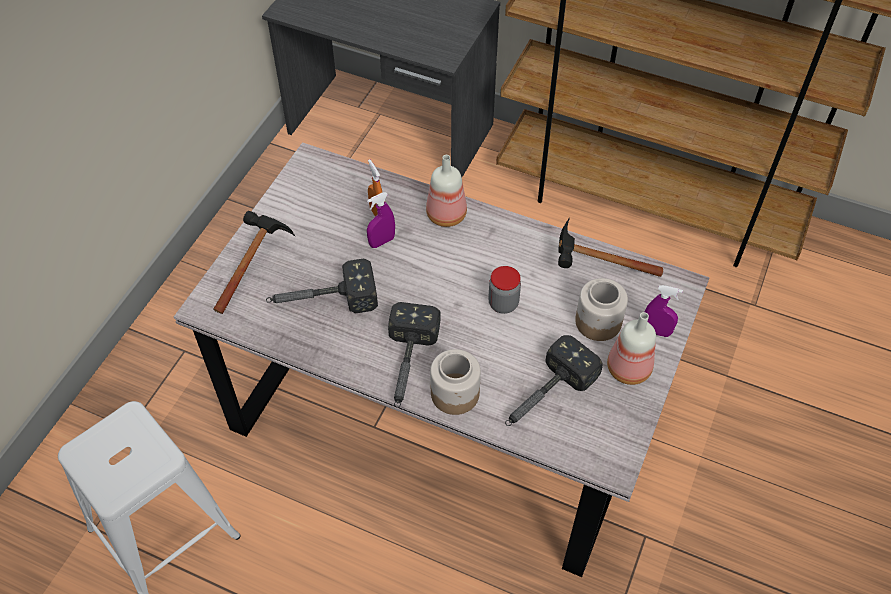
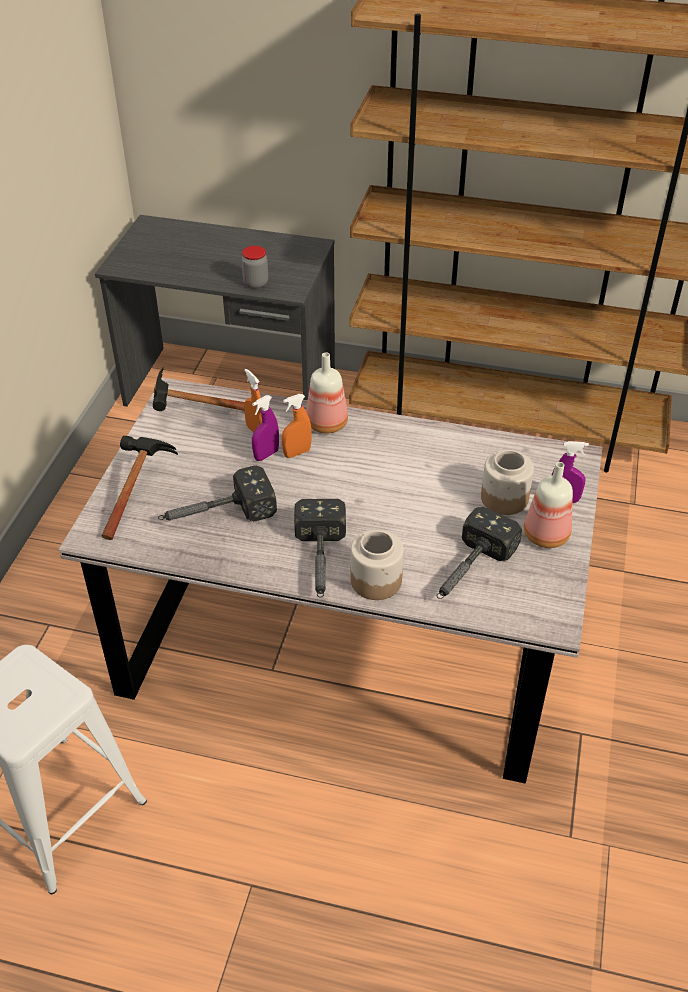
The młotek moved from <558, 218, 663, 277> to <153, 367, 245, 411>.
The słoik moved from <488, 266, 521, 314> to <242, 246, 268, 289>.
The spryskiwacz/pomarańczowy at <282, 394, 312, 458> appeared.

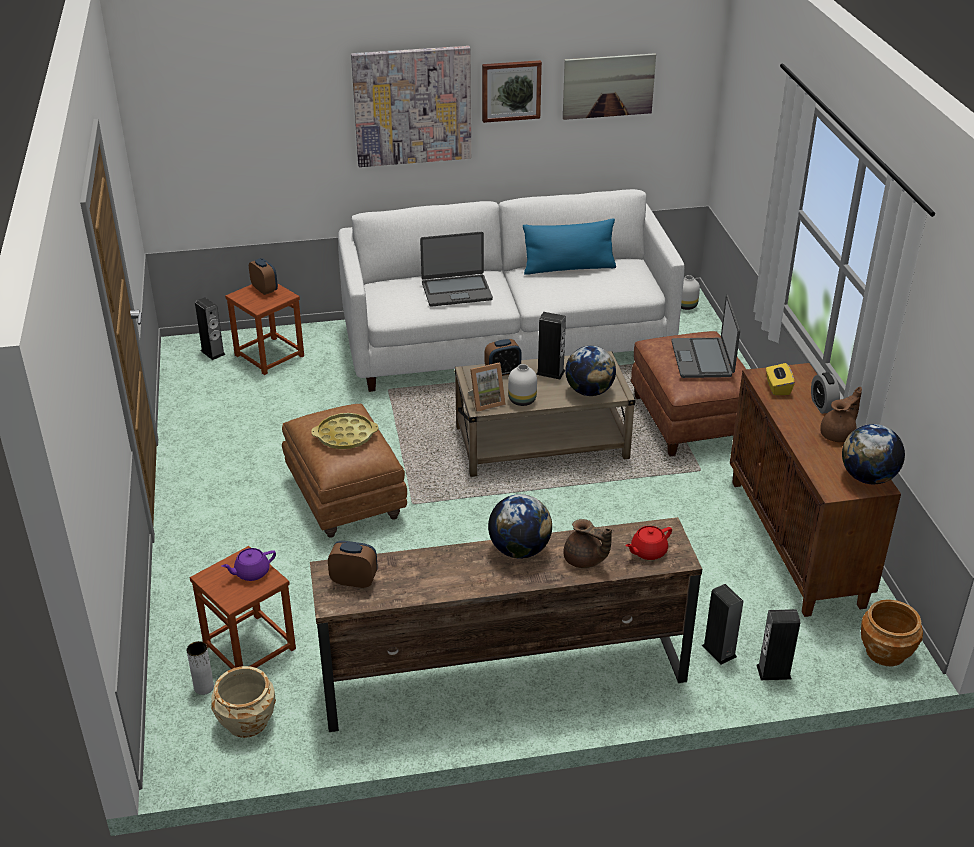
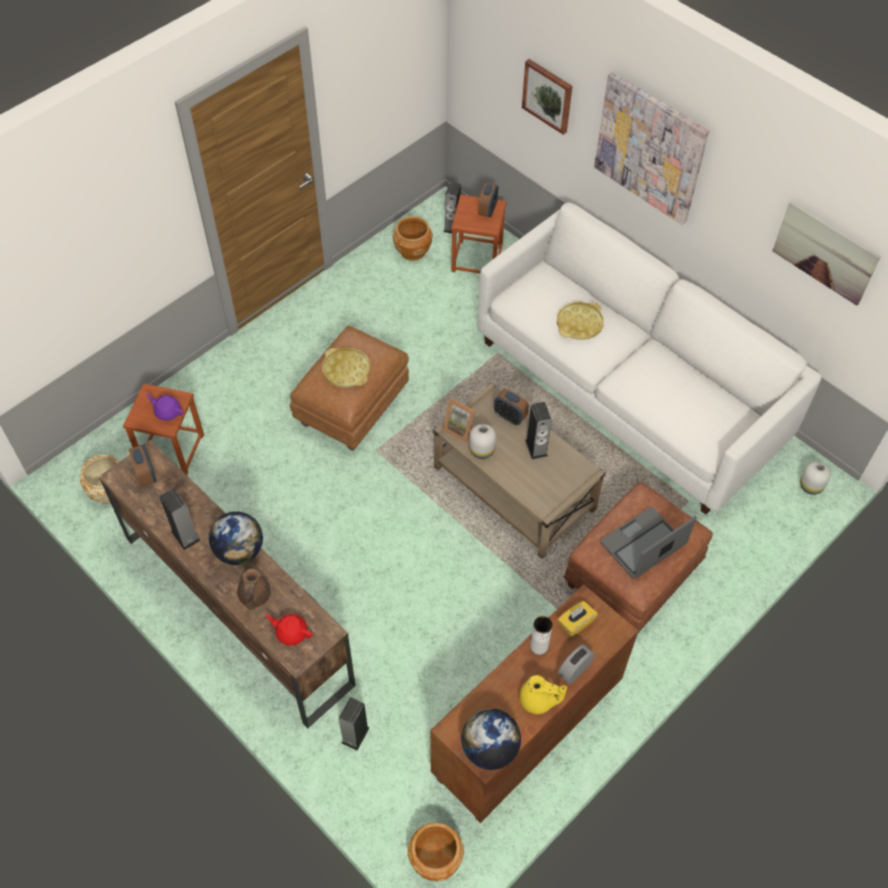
The głośnik moved from <757, 609, 800, 680> to <160, 488, 200, 550>.
The donica/brązowy at <393, 216, 433, 261> appeared.
The imbryk/brązowy at <820, 386, 862, 442> became the imbryk/żółty at <519, 675, 567, 714>.
The obraz moved from <482, 60, 542, 123> to <522, 59, 573, 135>.
The wazon/biały moved from <187, 641, 214, 695> to <530, 616, 553, 655>.
The laptop at <420, 232, 493, 307> was replaced by the taca/żółty at <557, 302, 604, 340>.
The poduszka/niebieski at <523, 218, 616, 275> disappeared.
The globus at <565, 346, 616, 396> disappeared.

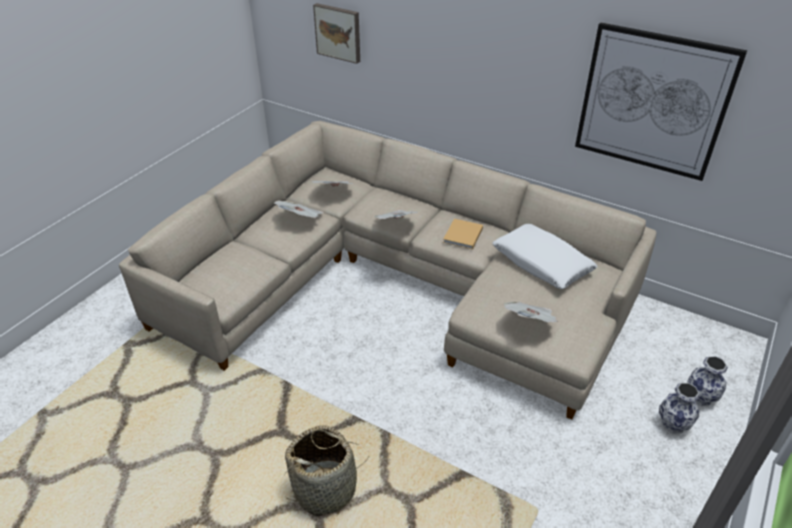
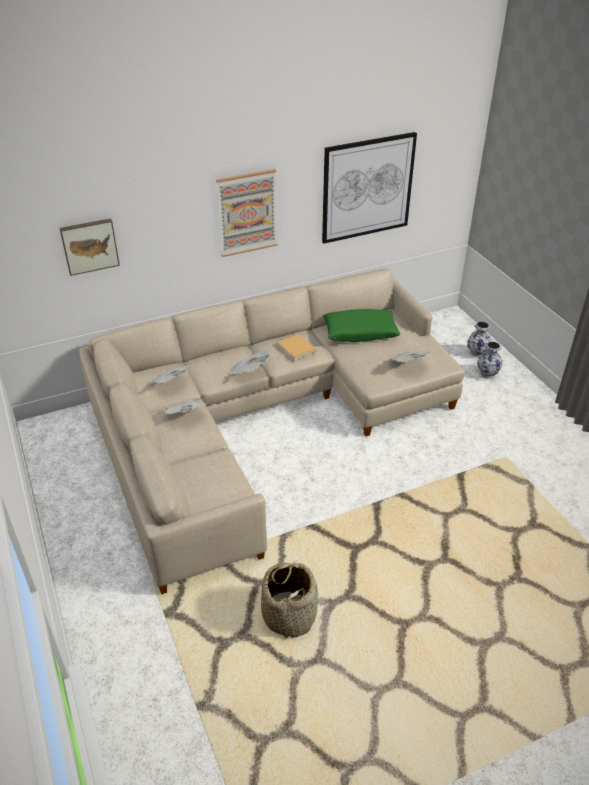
The obraz at <216, 169, 277, 257> appeared.
The koszyk moved from <285, 425, 369, 516> to <261, 561, 318, 640>.
The poduszka/biały at <493, 224, 598, 289> became the poduszka/zielony at <323, 309, 400, 342>.

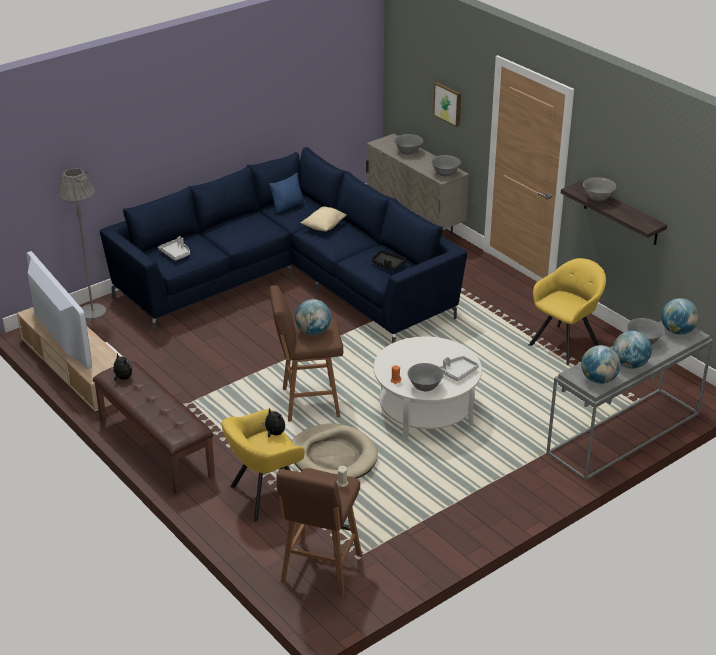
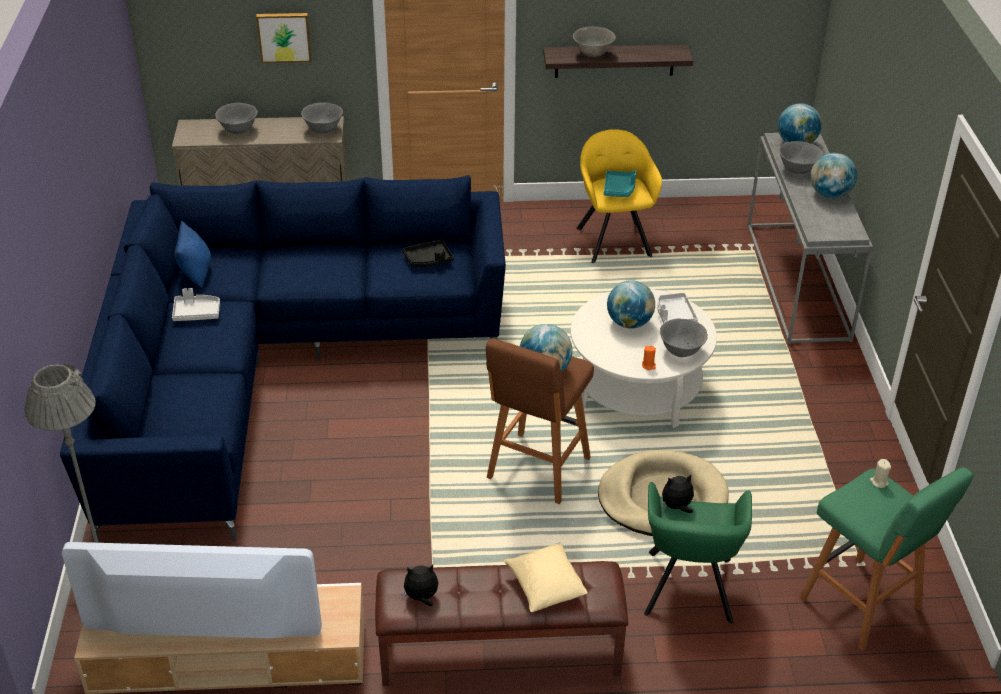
The taca/szary moved from <158, 236, 190, 261> to <172, 288, 220, 321>.
The poduszka/beżowy moved from <300, 207, 347, 231> to <504, 543, 588, 612>.
The taca/turkusowy at <604, 170, 636, 197> appeared.
The globus moved from <581, 345, 620, 384> to <607, 280, 655, 329>.
The fotel/żółty at <221, 409, 305, 522> became the fotel/zielony at <644, 482, 752, 624>.
The stołek/brązowy at <276, 468, 362, 596> became the stołek/zielony at <800, 467, 974, 651>.

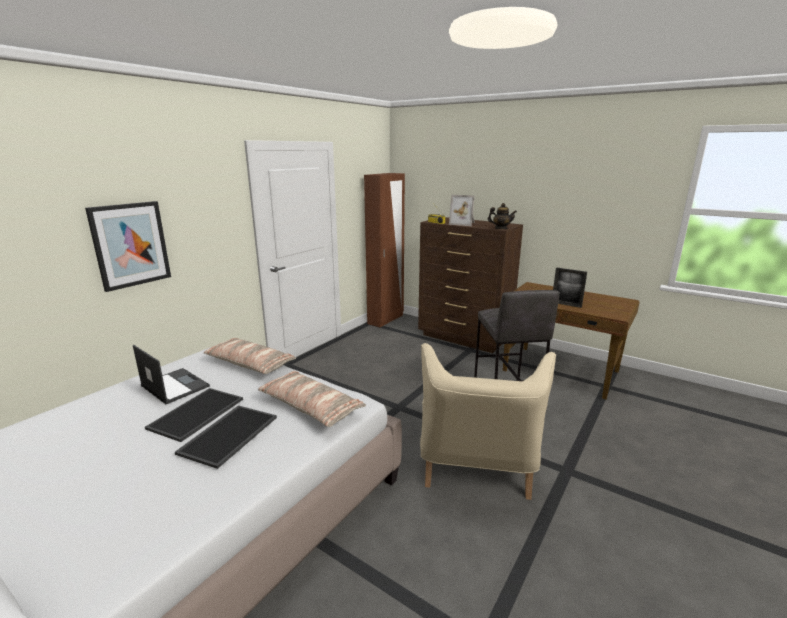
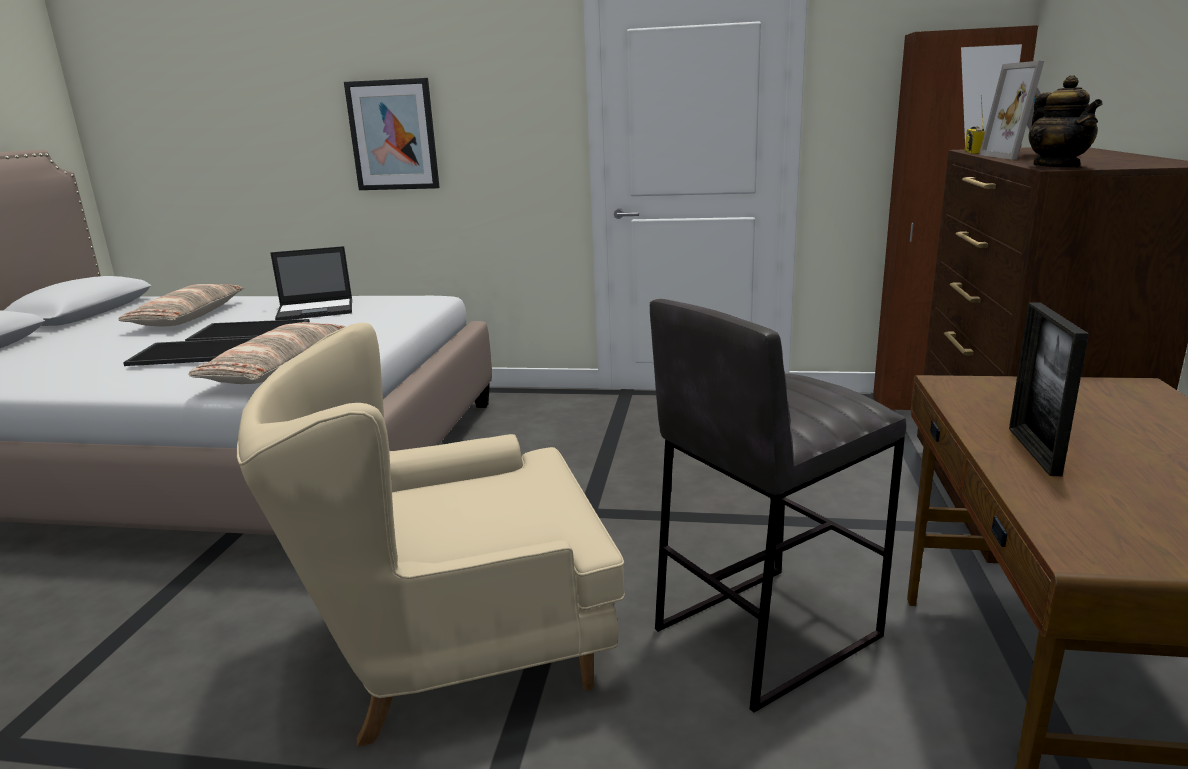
The poduszka moved from <204, 338, 296, 374> to <118, 284, 244, 327>.
The laptop at <133, 345, 210, 404> turned 60 degrees clockwise.

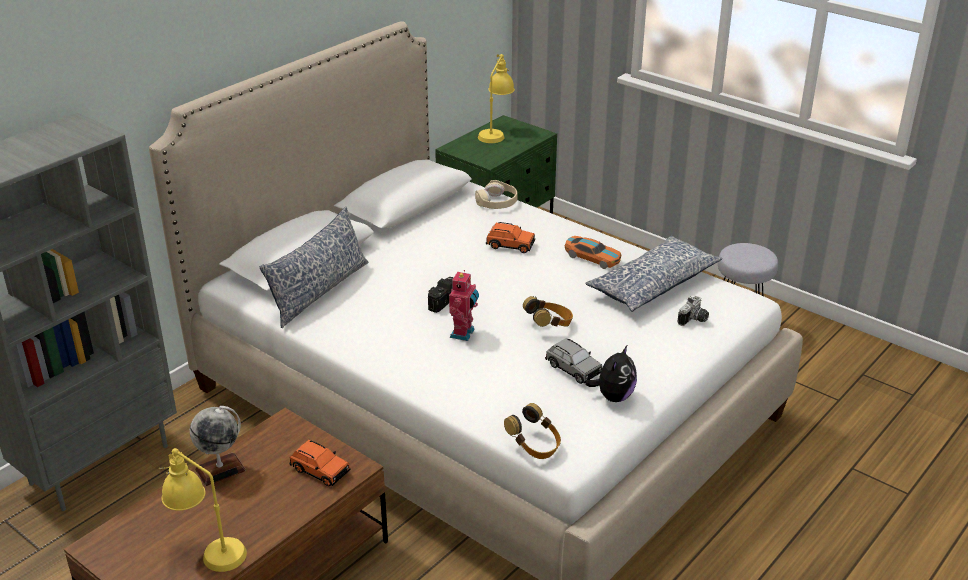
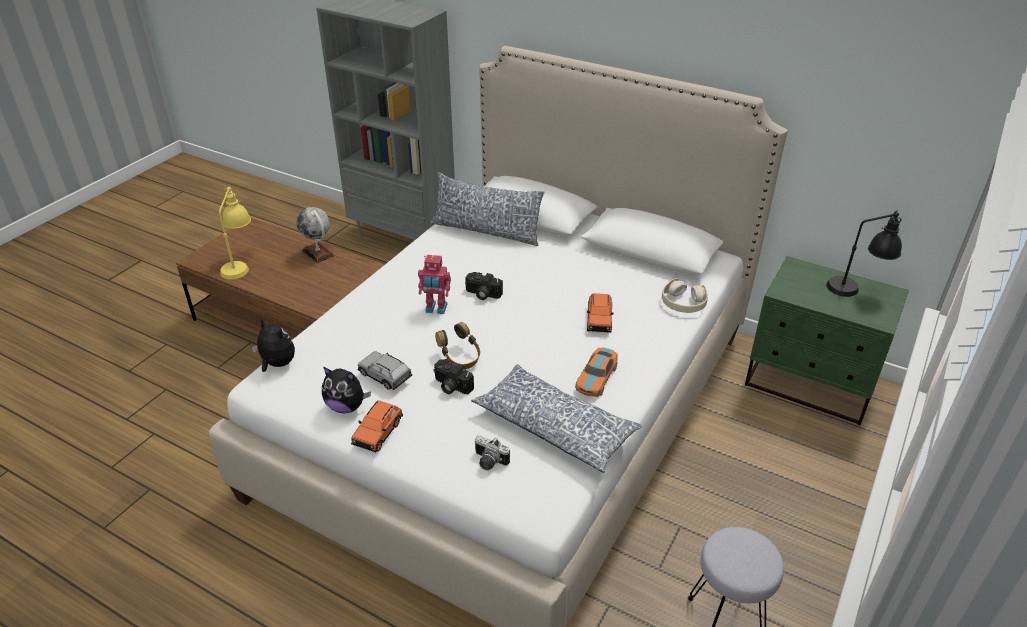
The słuchawki at <504, 403, 561, 459> was replaced by the pluszak at <252, 318, 295, 372>.
The samochodzik/pomarańczowy moved from <289, 440, 351, 486> to <351, 400, 403, 452>.
The samochodzik/szary at <545, 338, 602, 384> turned 90 degrees clockwise.
The aparat fotograficzny at <433, 359, 474, 394> appeared.
The lampa stołowa/żółty at <478, 54, 515, 143> became the lampa stołowa/czarny at <826, 211, 902, 297>.

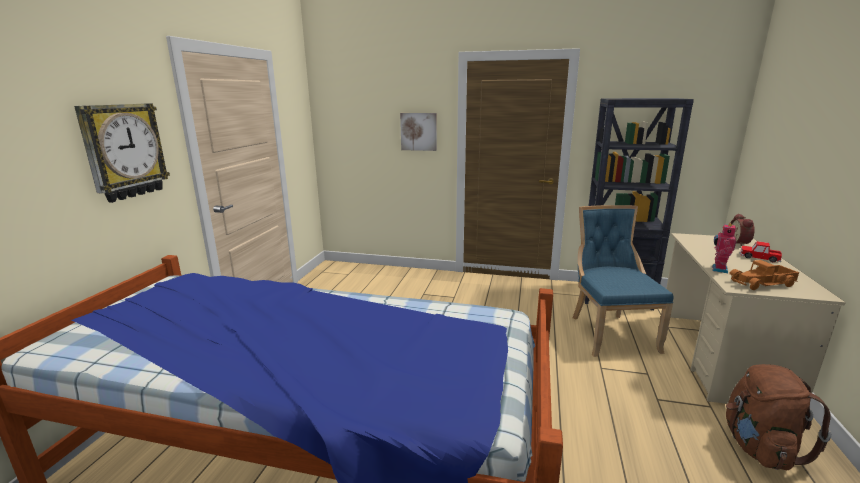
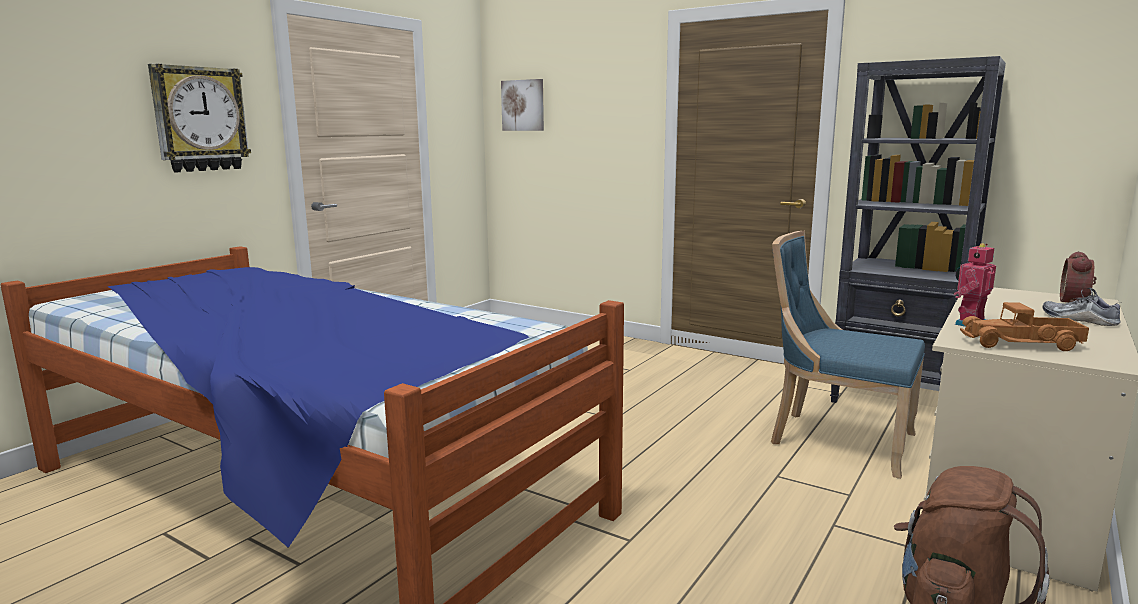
The obraz moved from <400, 113, 437, 151> to <501, 79, 544, 131>.
The krzesło/niebieski at <573, 205, 673, 357> turned 75 degrees counterclockwise.
The samochodzik at <740, 241, 782, 262> was replaced by the but at <1043, 288, 1121, 326>.

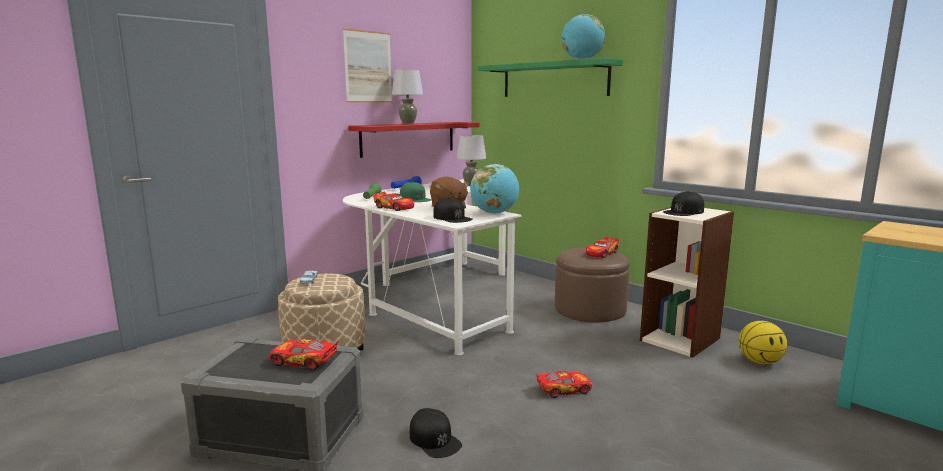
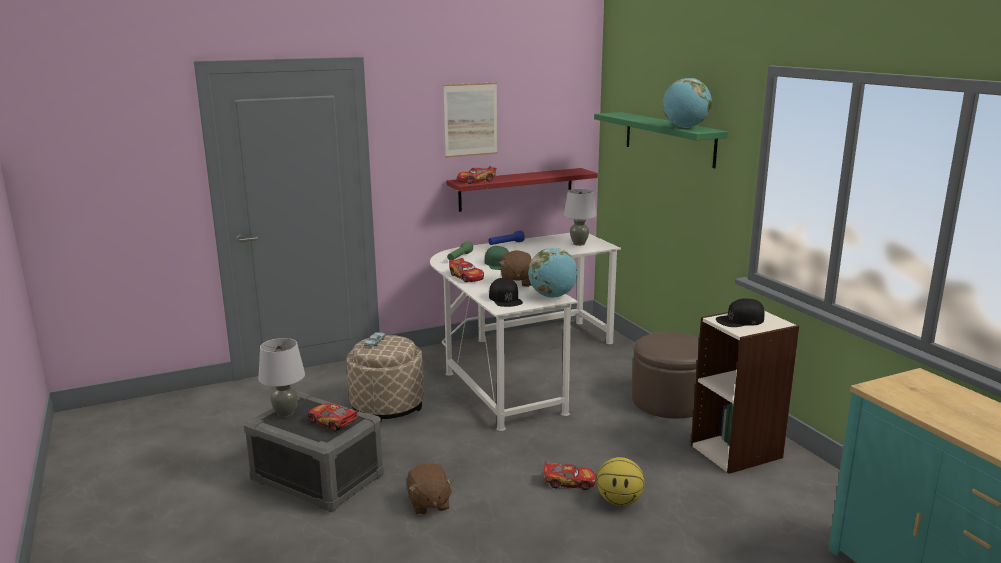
The lampa stołowa/szary moved from <392, 70, 423, 124> to <258, 338, 305, 417>.
The czapka z daszkiem/czarny at <410, 408, 462, 458> was replaced by the pluszak/brązowy at <406, 463, 453, 515>.
The samochodzik moved from <586, 237, 619, 258> to <457, 166, 497, 184>.
The piłka do koszykówki moved from <739, 321, 787, 364> to <597, 457, 645, 506>.

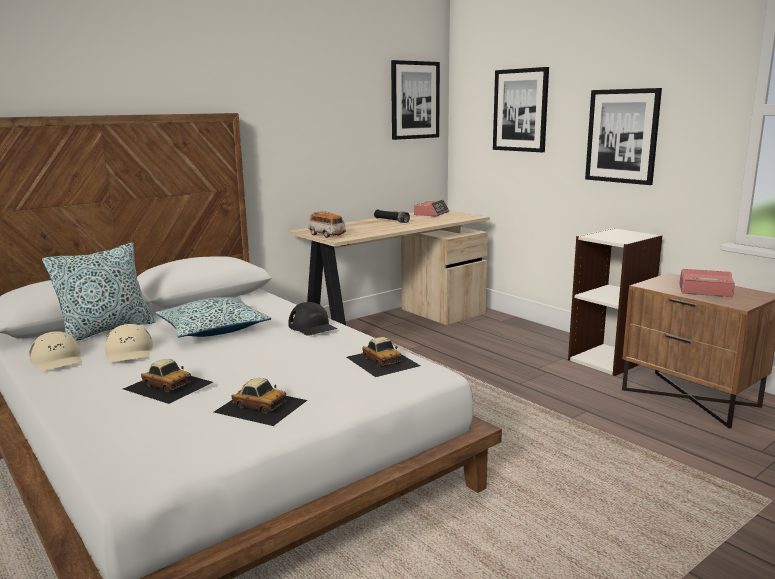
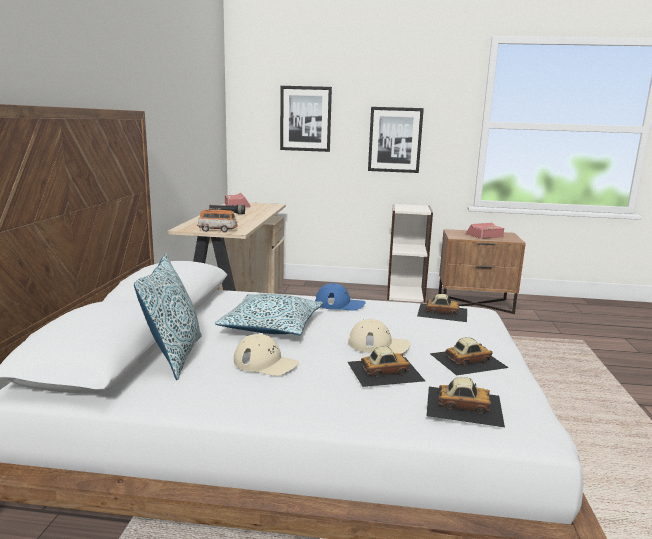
The czapka z daszkiem/czarny at <288, 302, 337, 336> became the czapka z daszkiem/niebieski at <315, 283, 366, 311>.
The czapka z daszkiem/beżowy moved from <29, 331, 82, 371> to <348, 319, 411, 354>.
The samochodzik at <426, 377, 505, 427> appeared.
The obraz at <391, 60, 440, 140> disappeared.

